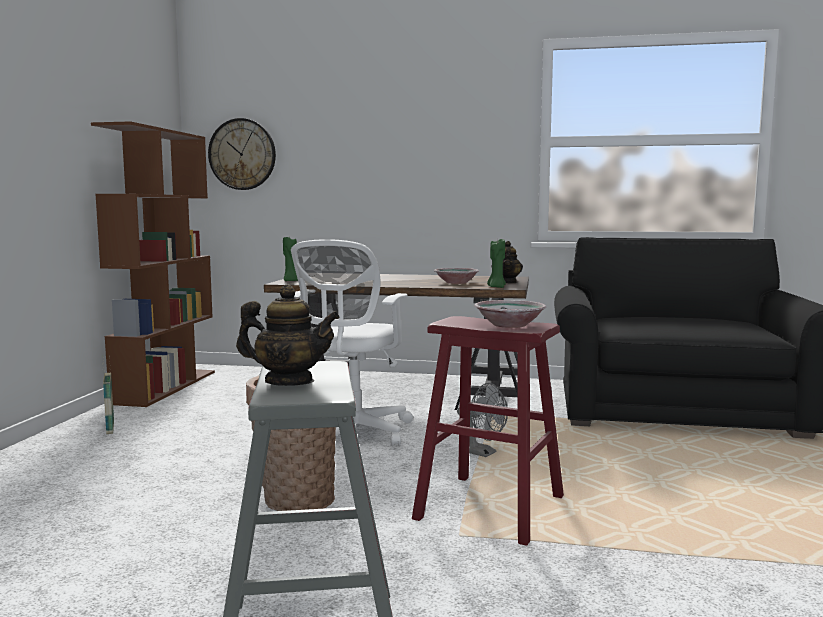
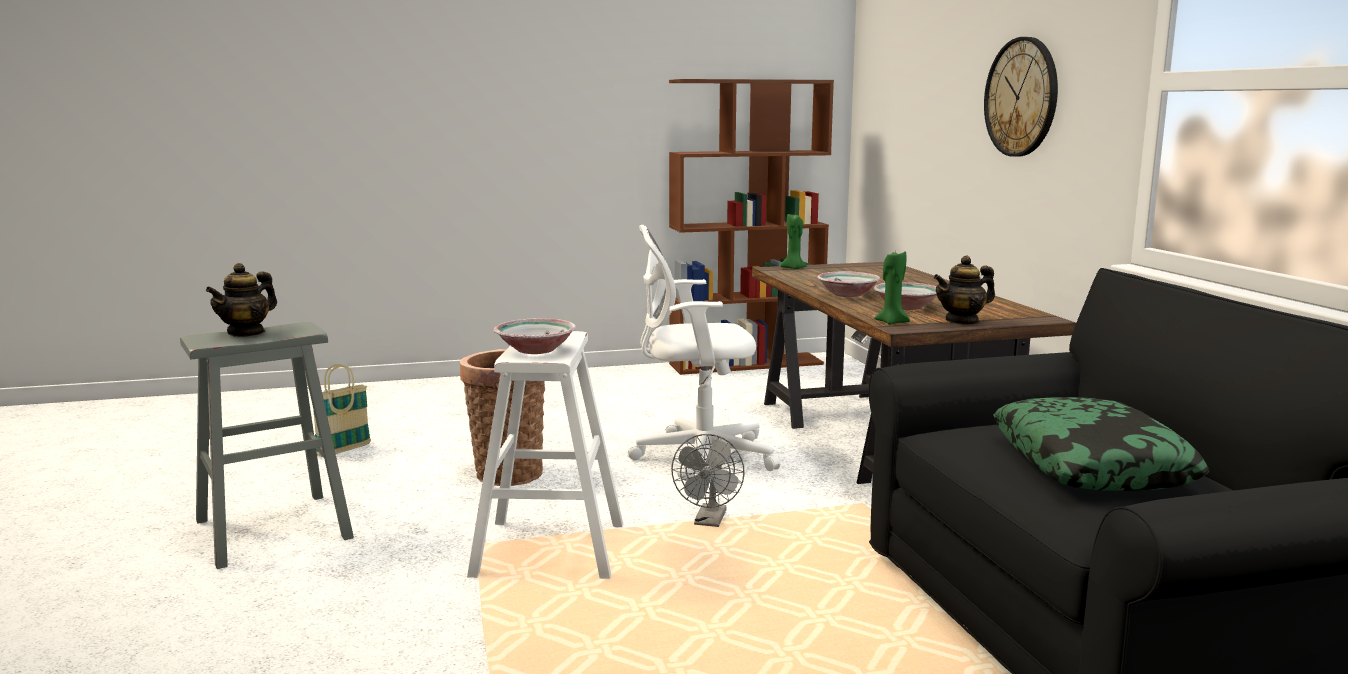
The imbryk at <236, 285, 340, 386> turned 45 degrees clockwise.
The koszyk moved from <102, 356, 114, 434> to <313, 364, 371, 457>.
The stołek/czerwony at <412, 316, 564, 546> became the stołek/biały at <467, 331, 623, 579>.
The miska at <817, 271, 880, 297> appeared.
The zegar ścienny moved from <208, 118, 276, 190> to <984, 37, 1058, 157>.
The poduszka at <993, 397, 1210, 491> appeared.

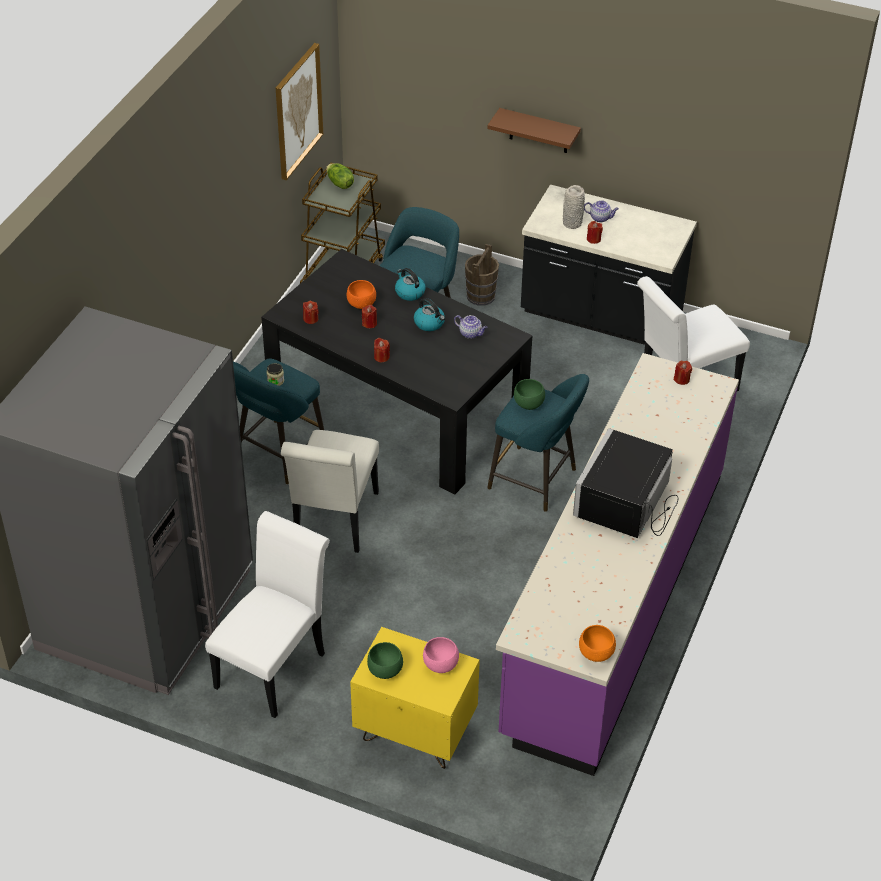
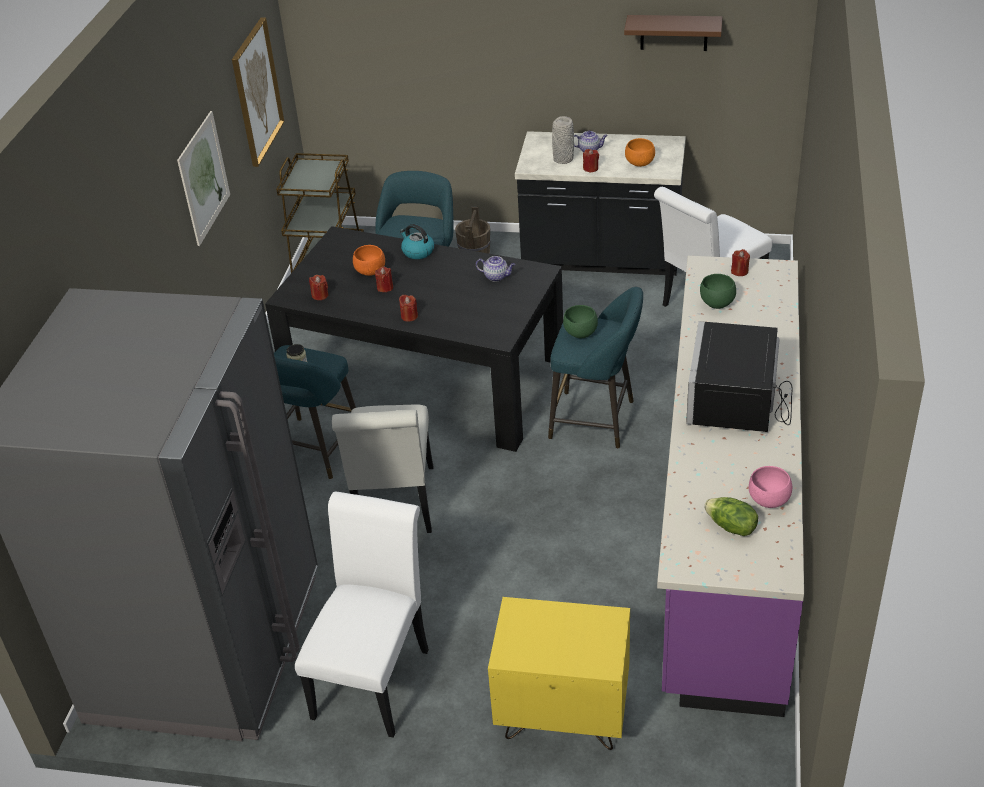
The obraz at <177, 111, 230, 246> appeared.
The półka/brązowy moved from <487, 108, 581, 153> to <624, 15, 723, 51>.
The miska/pomarańczowy moved from <579, 625, 616, 662> to <625, 138, 655, 167>.
The miska/zielony moved from <367, 642, 403, 679> to <700, 274, 736, 309>.
The sałata moved from <326, 163, 354, 189> to <704, 497, 758, 536>.
The miska/różowy moved from <423, 637, 459, 673> to <749, 466, 792, 508>.
The czajnik at <414, 298, 445, 331> disappeared.

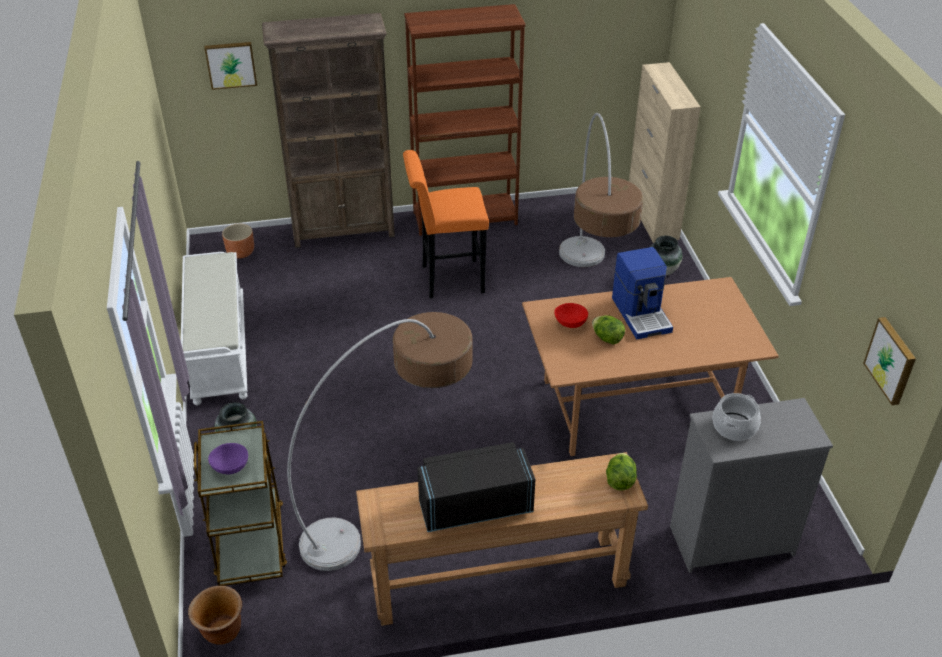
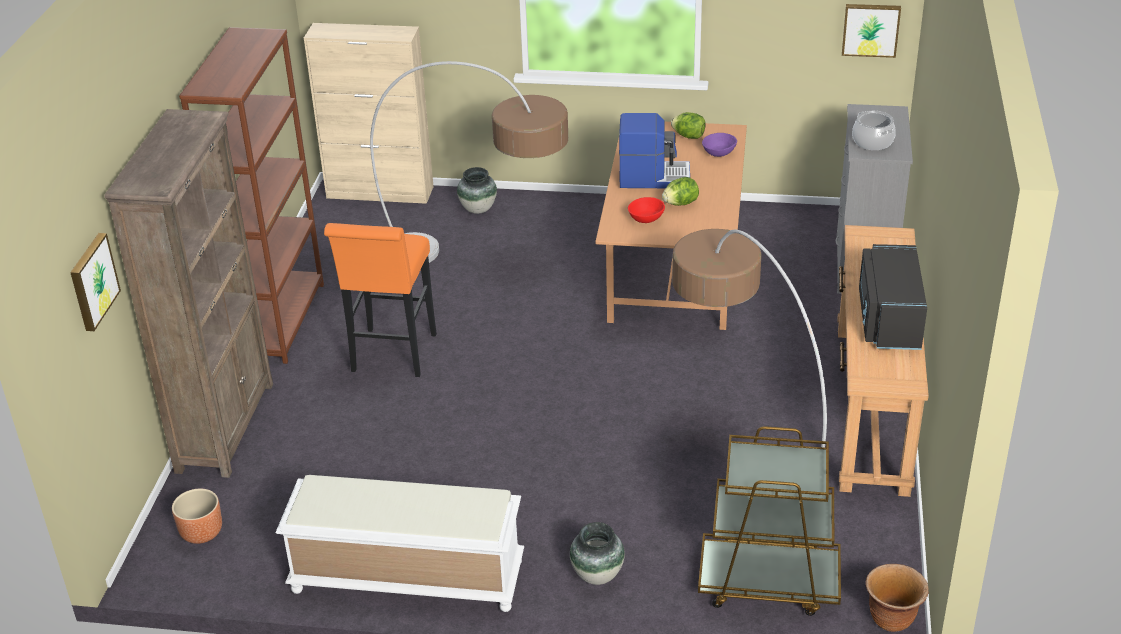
The sałata moved from <606, 453, 637, 490> to <671, 112, 706, 139>.
The miska/fioletowy moved from <208, 443, 248, 474> to <702, 133, 737, 157>.

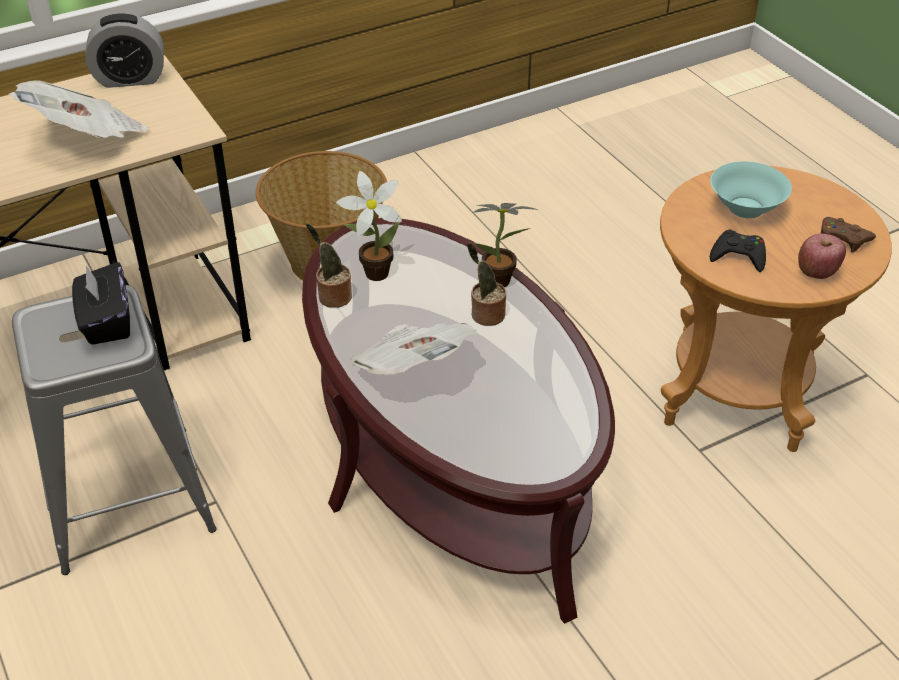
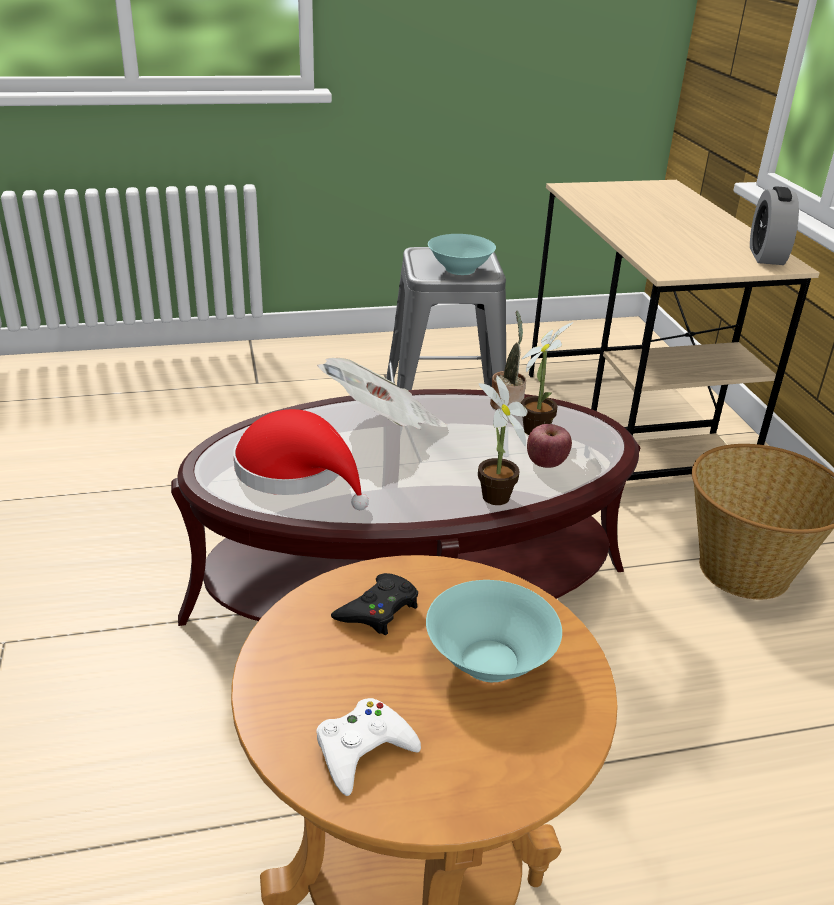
The kapelusz/czerwony at <233, 409, 369, 510> appeared.
The pad do gier/brązowy at <821, 217, 876, 253> became the pad do gier/biały at <316, 698, 421, 796>.
The pudełko chusteczek/czarny at <72, 262, 130, 345> was replaced by the miska/turkusowy at <428, 234, 496, 275>.
The jabłko moved from <798, 233, 846, 279> to <527, 424, 572, 468>.
The gazeta at <9, 80, 150, 138> disappeared.
The roślina doniczkowa at <467, 243, 506, 326> disappeared.

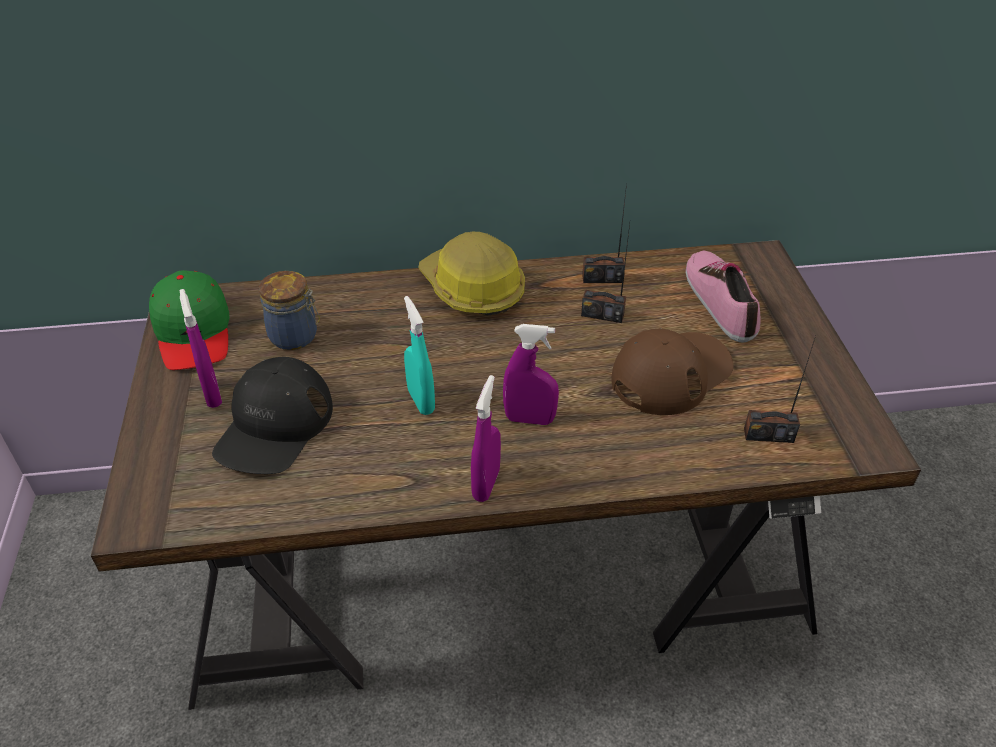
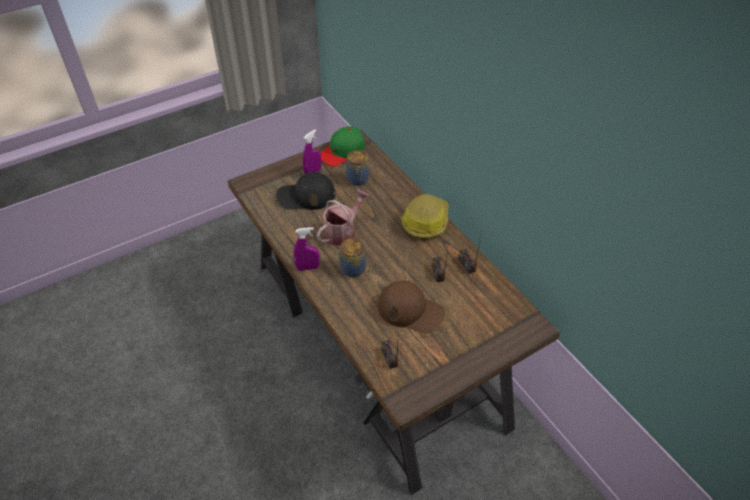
The spryskiwacz/turkusowy at <404, 296, 435, 415> was replaced by the konewka at <317, 189, 369, 246>.
The spryskiwacz/fioletowy at <503, 324, 559, 425> was replaced by the słoik at <337, 238, 366, 277>.
The but at <686, 250, 761, 342> disappeared.

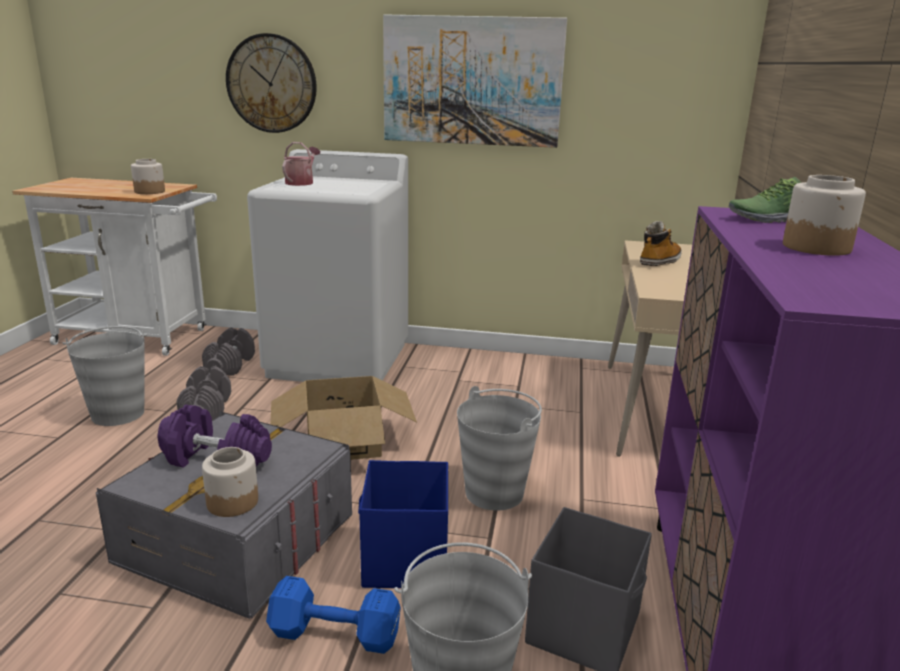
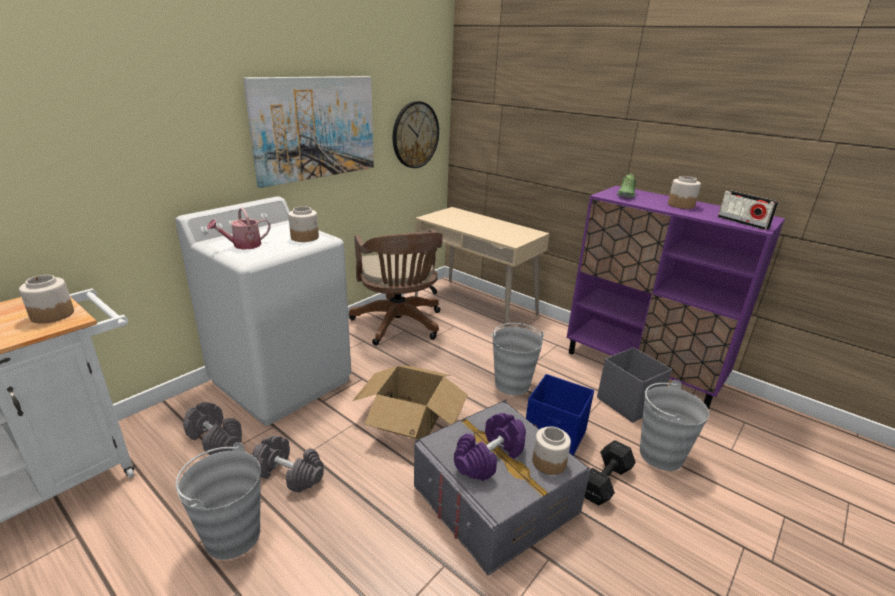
The konewka at <282, 142, 320, 186> turned 90 degrees counterclockwise.
The słoik at <288, 206, 319, 242> appeared.
The krzesło biurowe/brązowy at <349, 230, 443, 345> appeared.
The zegar ścienny moved from <226, 33, 317, 133> to <393, 101, 439, 168>.
The hantel/niebieski at <266, 576, 401, 654> became the hantel/czarny at <584, 440, 636, 505>.
The radio at <718, 190, 778, 230> appeared.
The but z cholewką at <640, 221, 682, 266> disappeared.

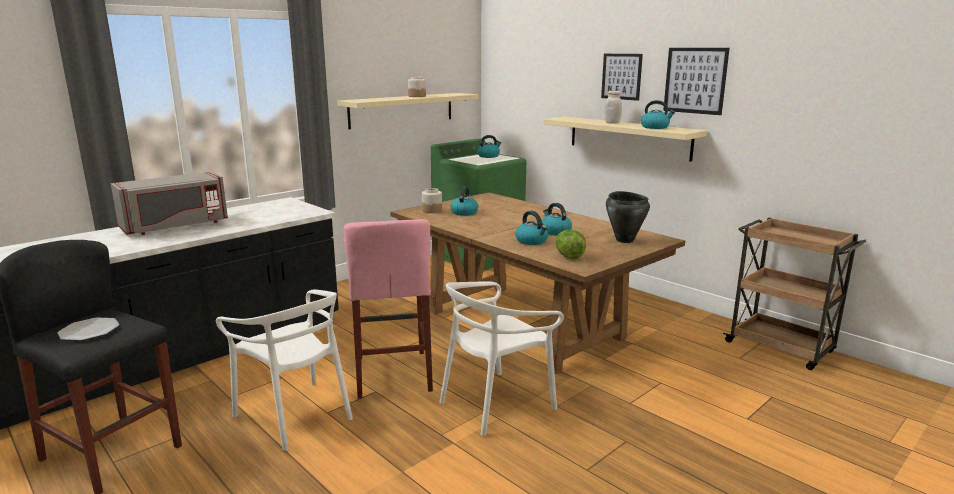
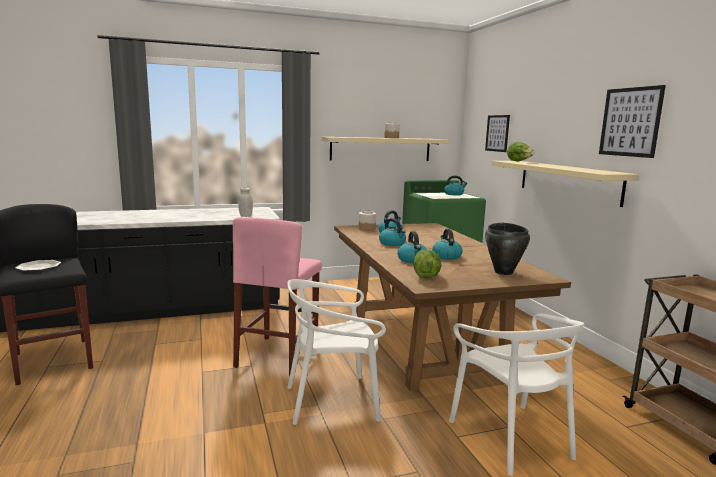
The słoik/biały moved from <605, 91, 622, 124> to <238, 187, 253, 217>.
The czajnik moved from <641, 100, 675, 129> to <379, 218, 406, 246>.
The krzesło/biały moved from <216, 290, 353, 451> to <449, 314, 584, 476>.
The obraz moved from <601, 54, 643, 101> to <485, 115, 510, 152>.
The sałata at <507, 142, 535, 162> appeared.
The mikrofalówka/szary at <111, 172, 228, 235> disappeared.

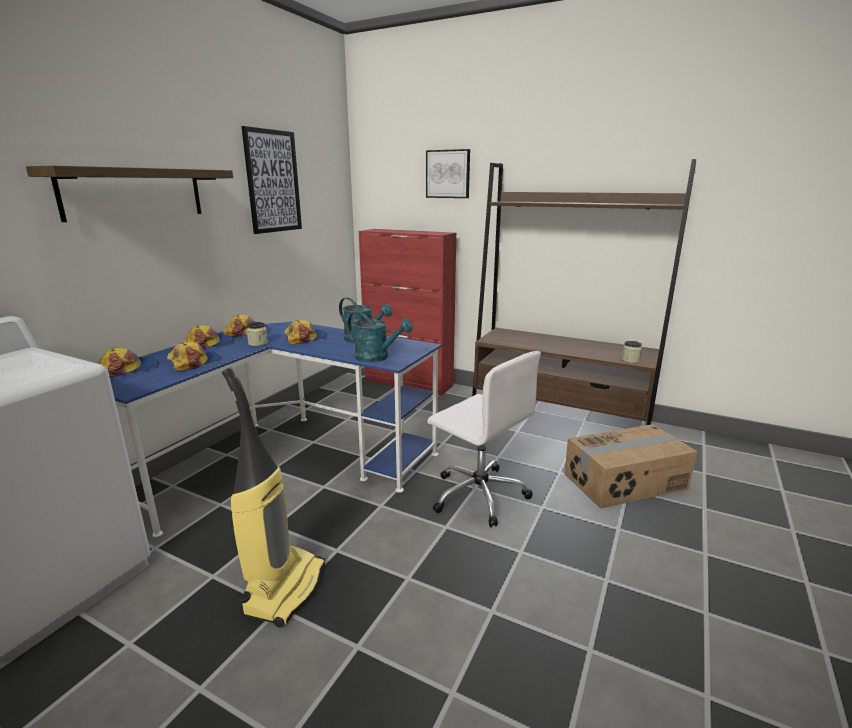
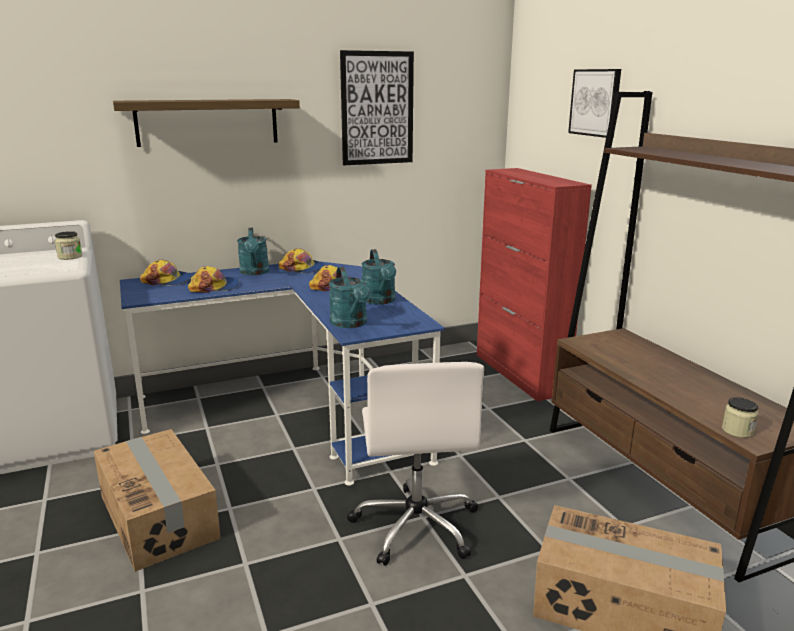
The słoik moved from <247, 322, 268, 346> to <55, 231, 82, 260>.
The odkurzacz at <222, 367, 325, 628> was replaced by the karton at <94, 429, 221, 572>.
The czapka z daszkiem at <184, 325, 232, 349> was replaced by the konewka/turkusowy at <237, 228, 269, 275>.

